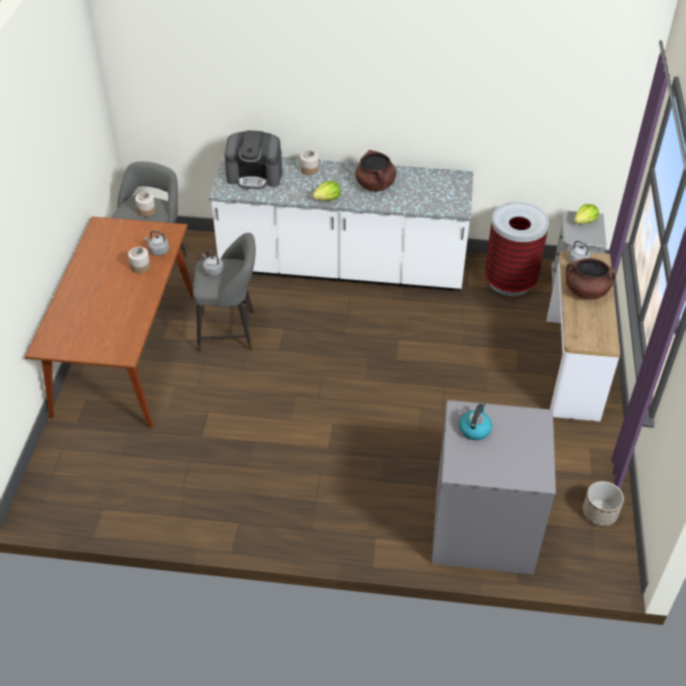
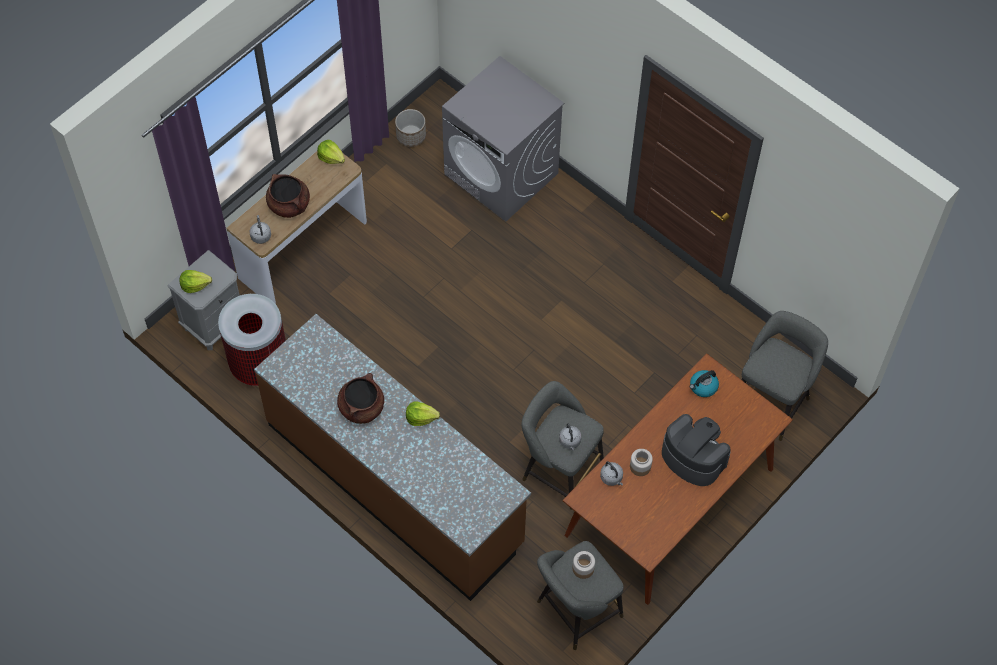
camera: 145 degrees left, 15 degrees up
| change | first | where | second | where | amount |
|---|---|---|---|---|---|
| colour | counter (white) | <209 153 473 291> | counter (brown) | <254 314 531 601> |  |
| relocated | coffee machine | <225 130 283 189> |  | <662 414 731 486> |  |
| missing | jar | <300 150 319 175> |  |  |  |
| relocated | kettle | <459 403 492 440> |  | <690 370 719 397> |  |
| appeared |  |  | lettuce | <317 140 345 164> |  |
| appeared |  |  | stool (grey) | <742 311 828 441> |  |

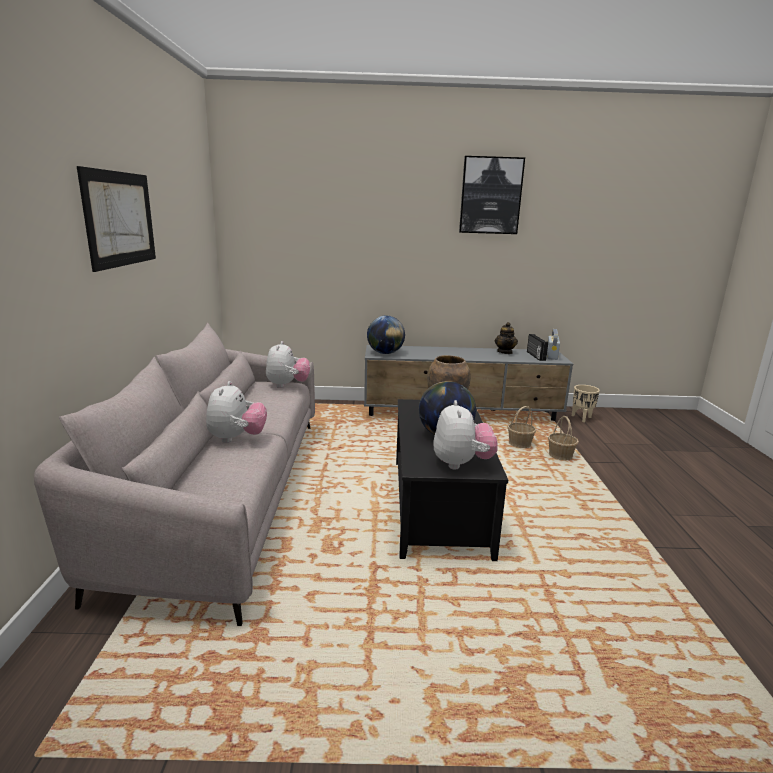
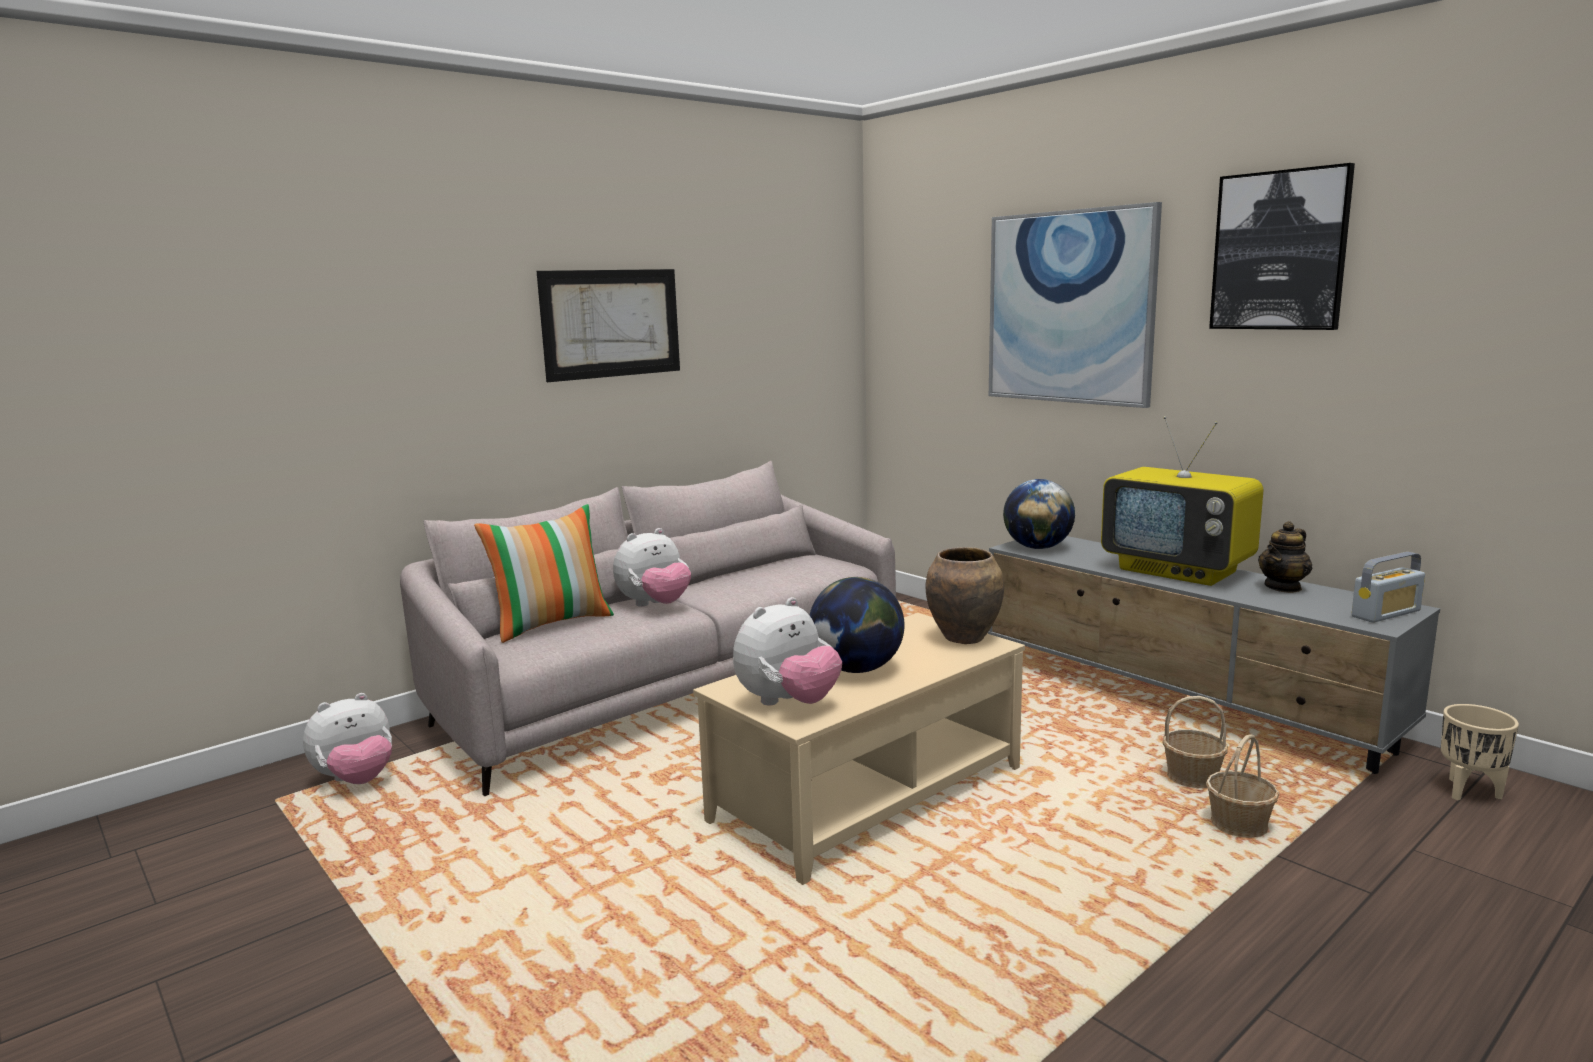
camera: 50 degrees right, 5 degrees down
| change | first | where | second | where | amount |
|---|---|---|---|---|---|
| relocated | plush toy | <266 341 310 388> |  | <303 693 392 784> |  |
| colour | coffee table (black) | <396 399 508 561> | coffee table (beige) | <693 613 1025 885> |  |
| missing | radio | <527 334 548 361> |  |  |  |
| appeared |  |  | pillow | <474 504 614 643> |  |
| appeared |  |  | picture | <989 202 1162 408> |  |
| appeared |  |  | television | <1101 416 1263 586> |  |

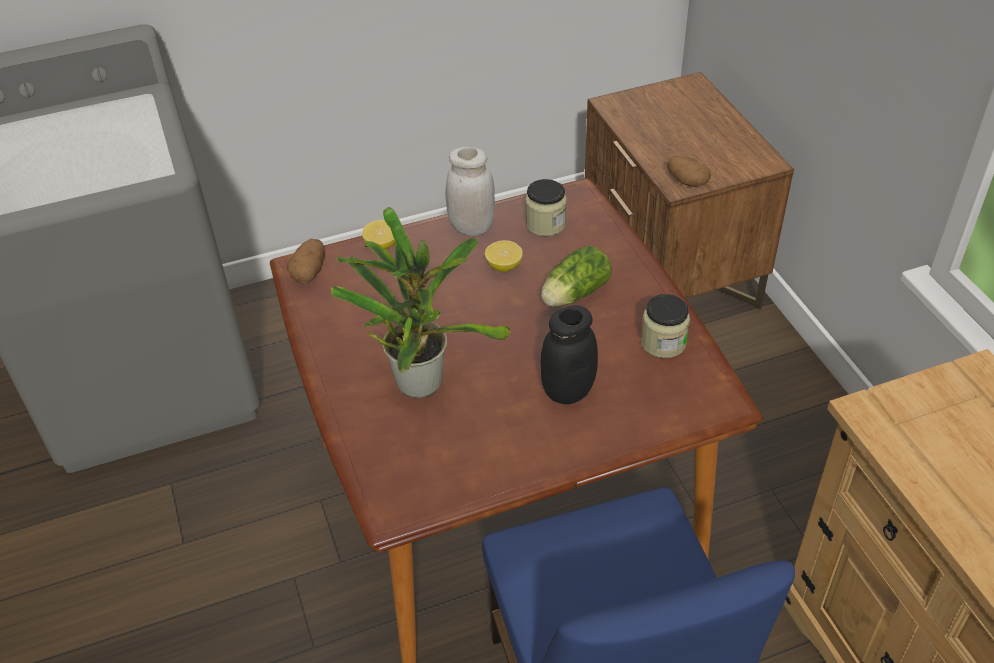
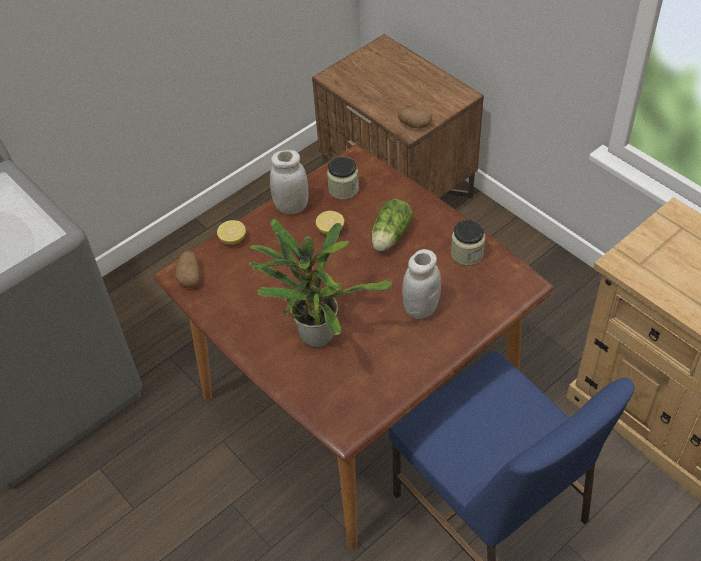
camera: 20 degrees left, 5 degrees up
| change | first | where | second | where | amount |
|---|---|---|---|---|---|
| colour | jar (black) | <540 305 598 404> | jar (white) | <402 249 441 319> |  |

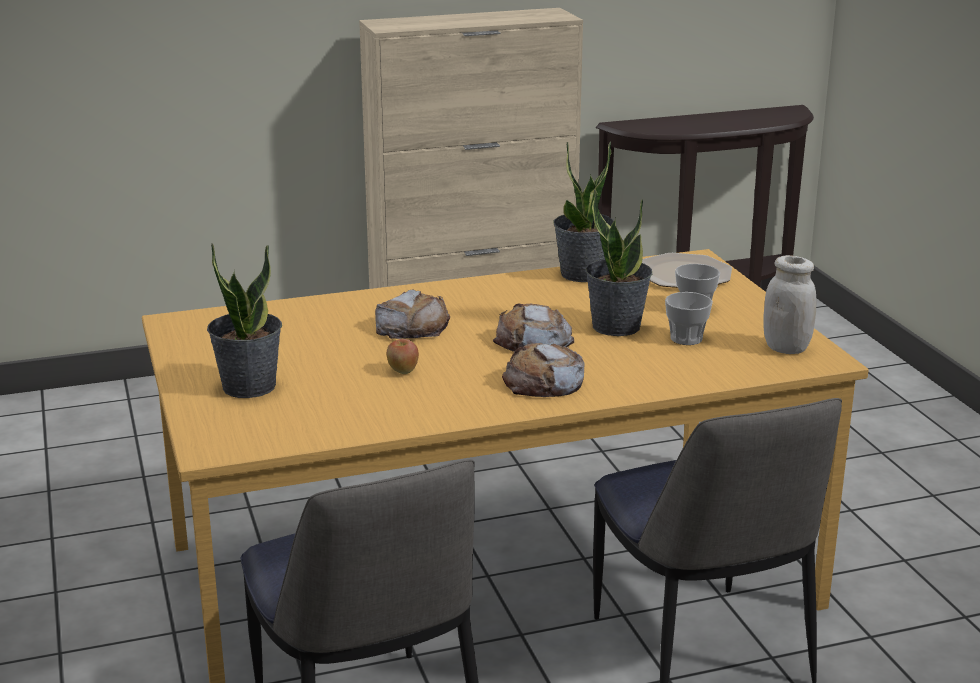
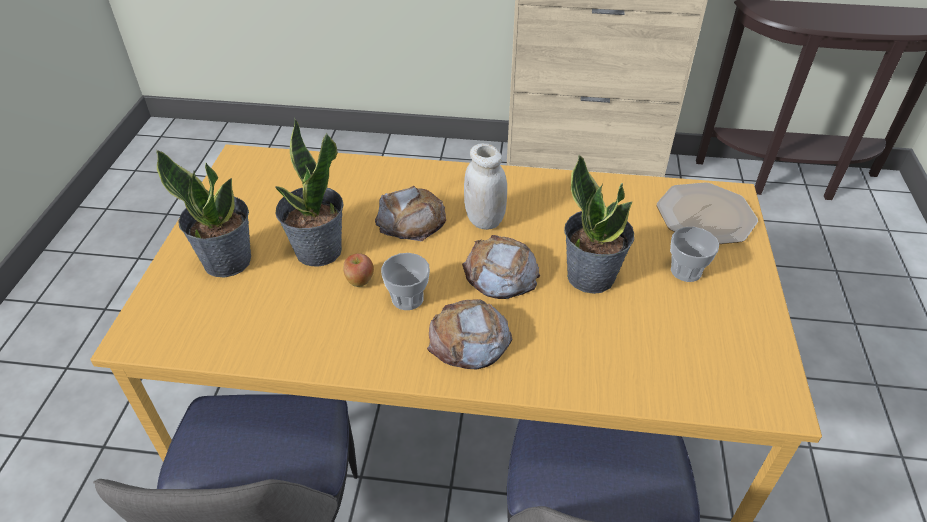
camera: 25 degrees right, 20 degrees up
| change | first | where | second | where | amount |
|---|---|---|---|---|---|
| relocated | potted plant | <553 141 614 282> |  | <275 119 344 266> |  |
| relocated | cup | <665 292 713 345> |  | <381 253 430 310> |  |
| relocated | jar (white) | <763 255 816 354> |  | <464 143 507 230> |  |

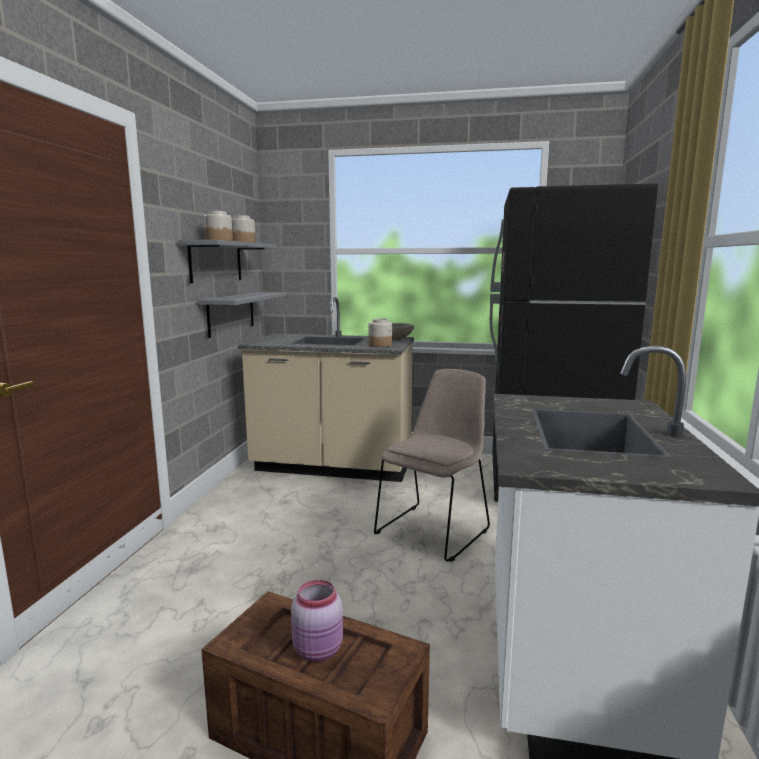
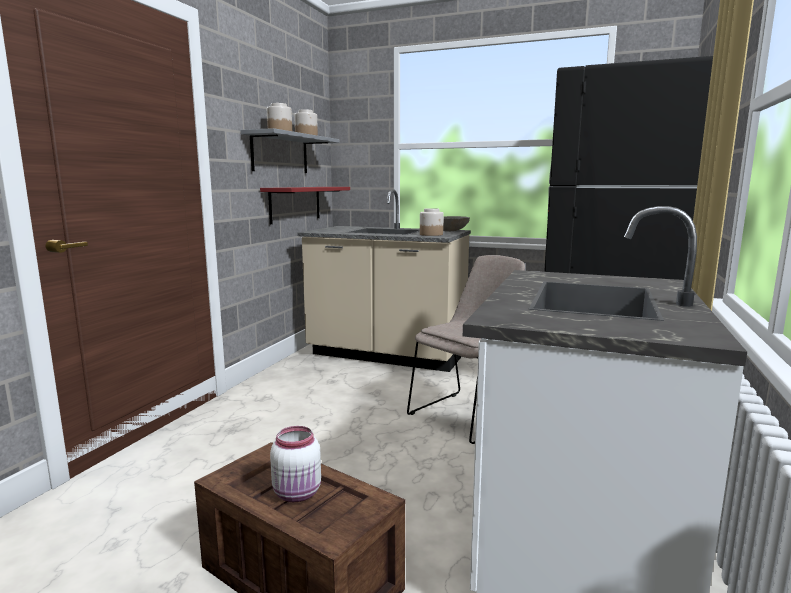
camera: 10 degrees right, 0 degrees up
| change | first | where | second | where | amount |
|---|---|---|---|---|---|
| colour | shelf (grey) | <198 293 286 338> | shelf (red) | <260 187 350 224> |  |
| colour | jar (pink) | <291 580 343 662> | jar (white) | <270 426 321 502> |  |

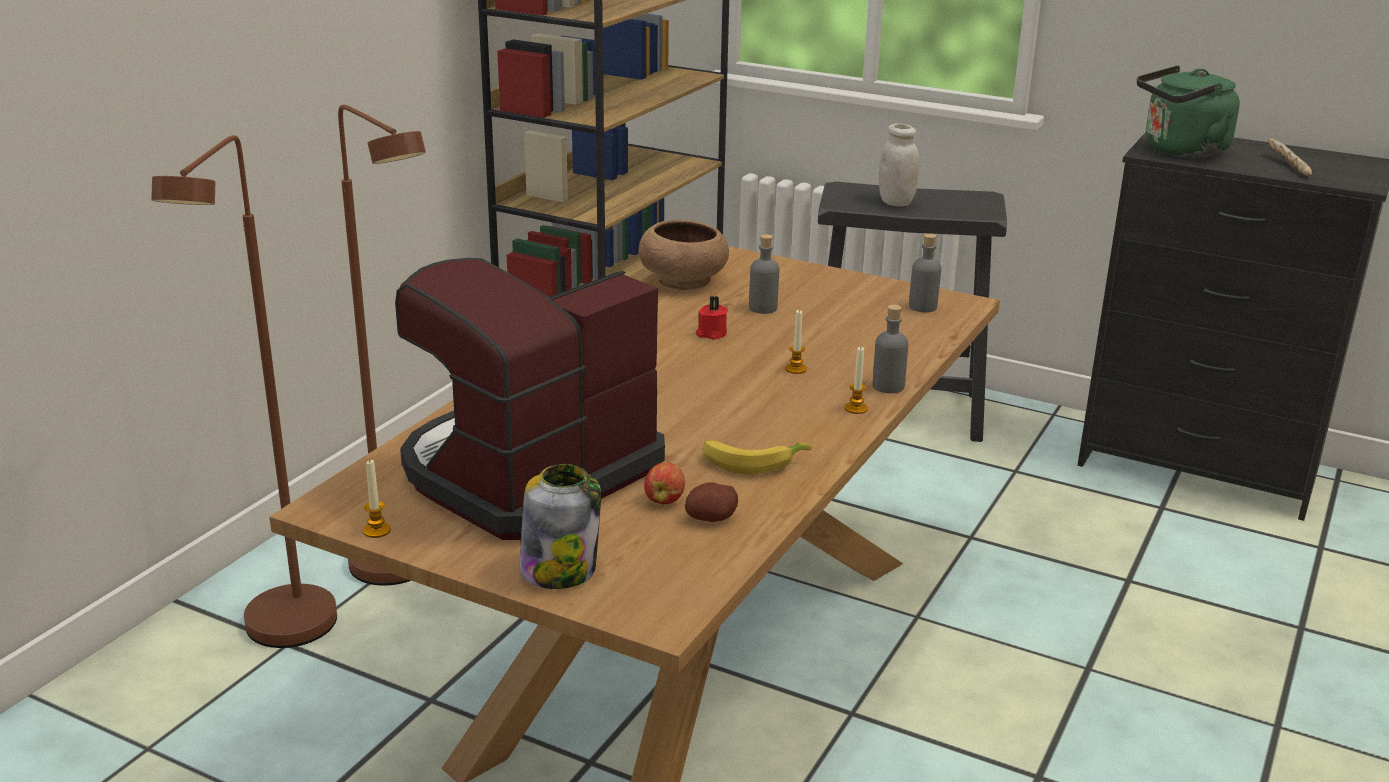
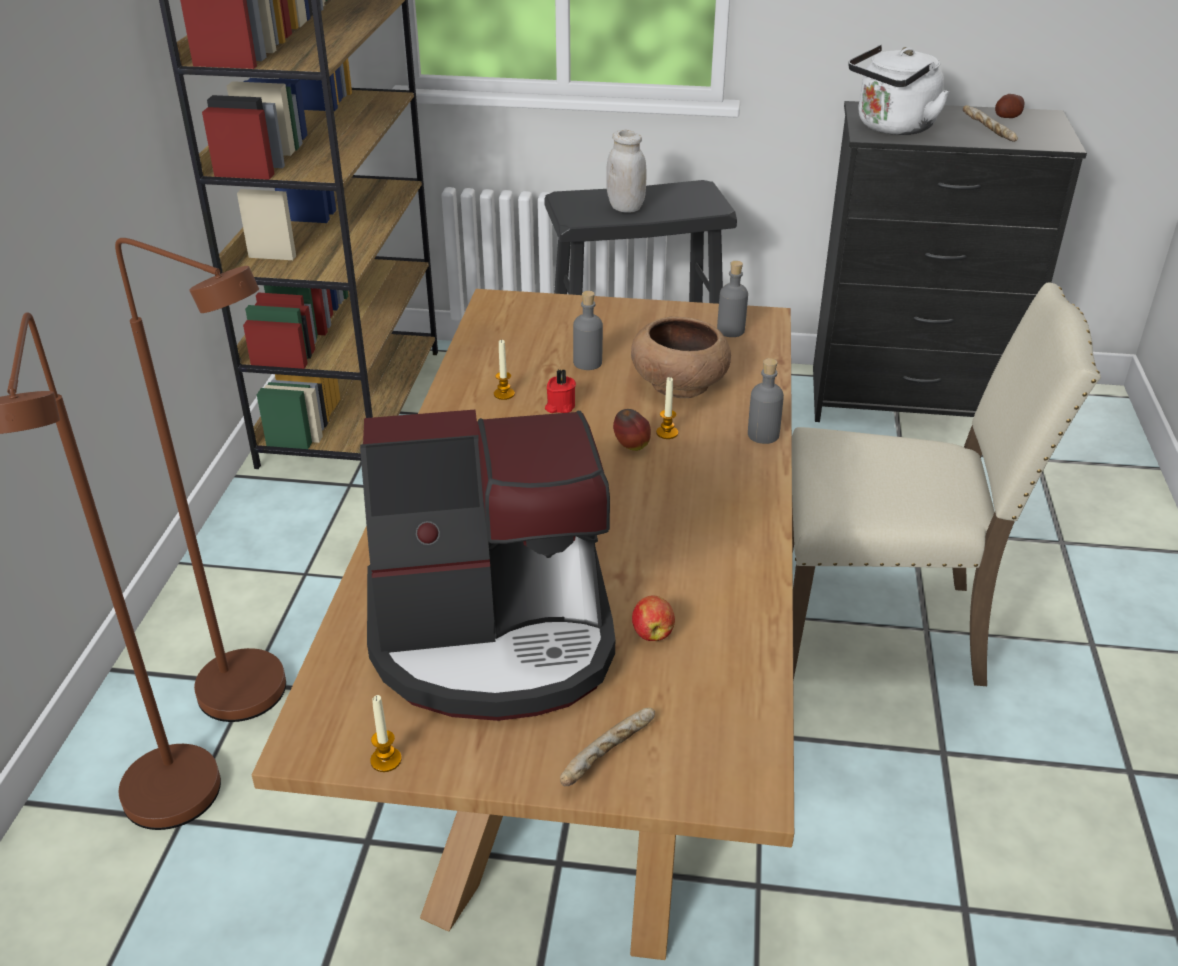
camera: 20 degrees left, 10 degrees up
| change | first | where | second | where | amount |
|---|---|---|---|---|---|
| spun | coffee machine | <395 258 665 540> |  | <360 410 615 721> | 120 degrees counterclockwise |
| exchanged | jar | <519 464 601 589> | bread | <560 708 655 786> |  |
| relocated | bowl (brown) | <639 220 729 290> |  | <631 317 731 398> |  |
| relocated | potato | <685 482 738 522> |  | <995 94 1024 118> |  |
| missing | banana | <702 440 812 474> |  |  |  |
| relocated | candle | <845 347 868 414> |  | <494 339 515 400> |  |
| colour | kettle (green) | <1137 65 1240 158> | kettle (white) | <848 45 949 135> |  |
| appeared |  |  | apple | <613 409 651 451> |  |
| appeared |  |  | chair (beige) | <792 283 1101 686> |  |

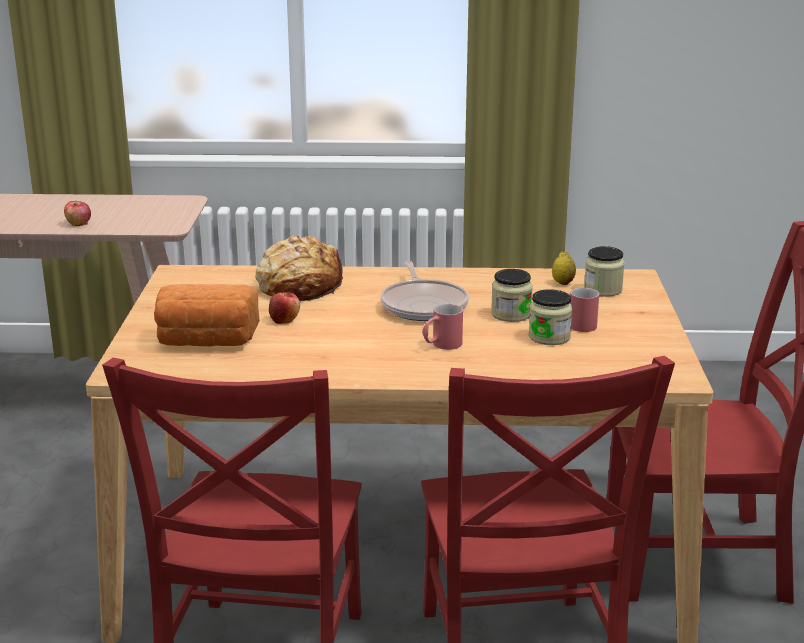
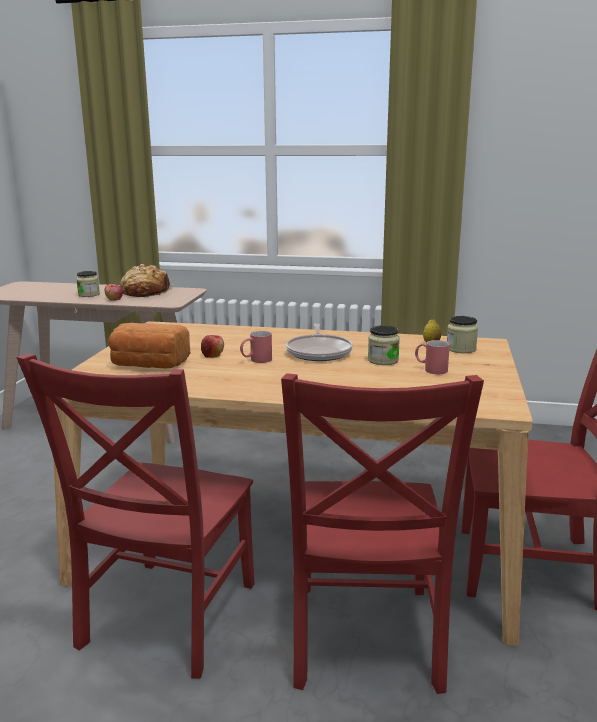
camera: 10 degrees right, 5 degrees down
| change | first | where | second | where | amount |
|---|---|---|---|---|---|
| relocated | bread | <255 235 343 301> |  | <120 264 174 297> |  |
| relocated | mug (red) | <422 304 463 350> |  | <240 331 272 363> |  |
| relocated | jar | <529 289 572 345> |  | <76 271 100 297> |  |

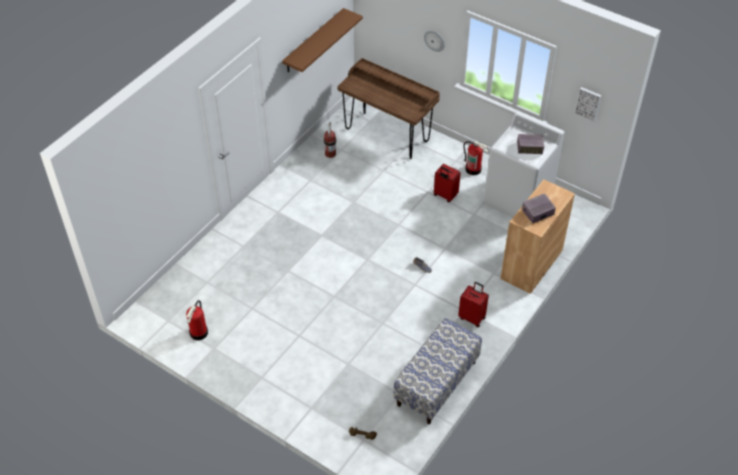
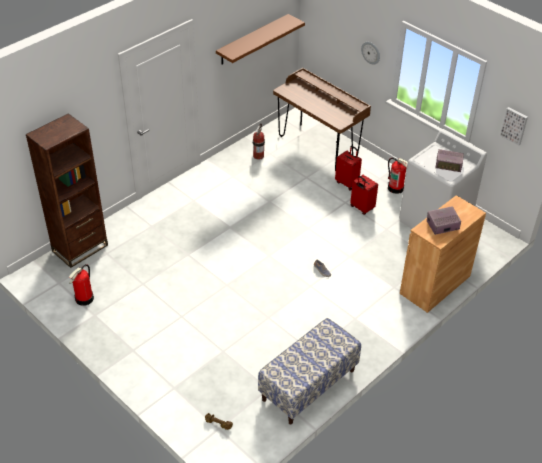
camera: 10 degrees right, 5 degrees down
| change | first | where | second | where | amount |
|---|---|---|---|---|---|
| relocated | suitcase (red) | <458 282 489 328> |  | <335 146 362 191> |  |
| appeared |  |  | bookcase (brown) | <26 113 108 268> |  |

